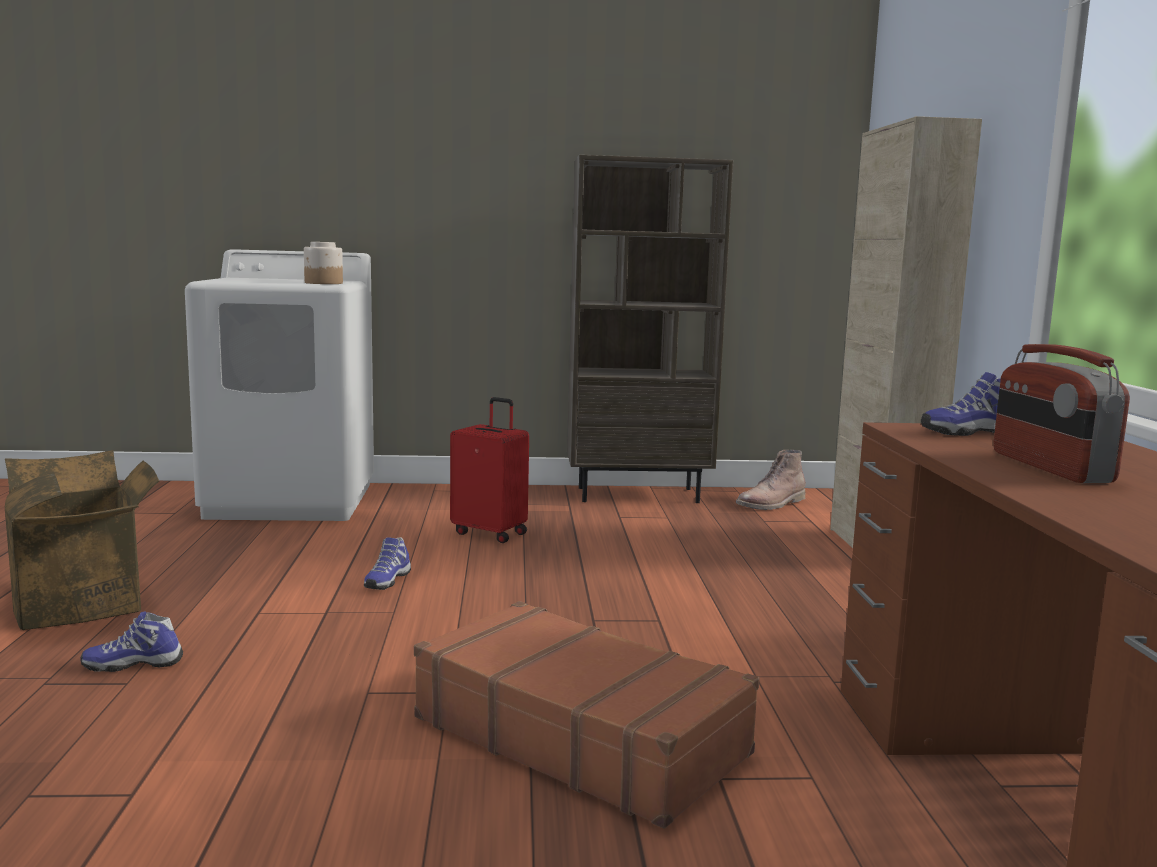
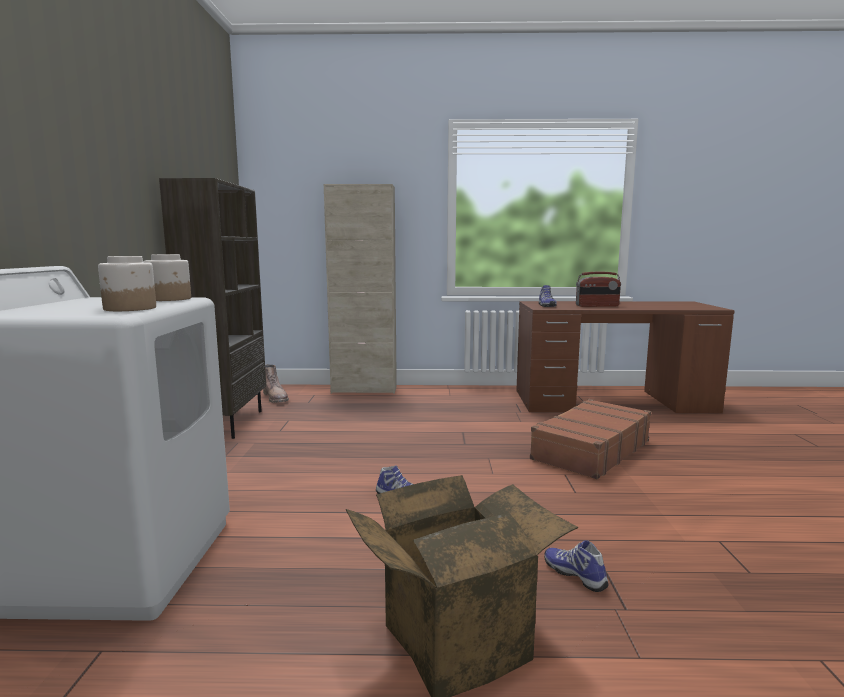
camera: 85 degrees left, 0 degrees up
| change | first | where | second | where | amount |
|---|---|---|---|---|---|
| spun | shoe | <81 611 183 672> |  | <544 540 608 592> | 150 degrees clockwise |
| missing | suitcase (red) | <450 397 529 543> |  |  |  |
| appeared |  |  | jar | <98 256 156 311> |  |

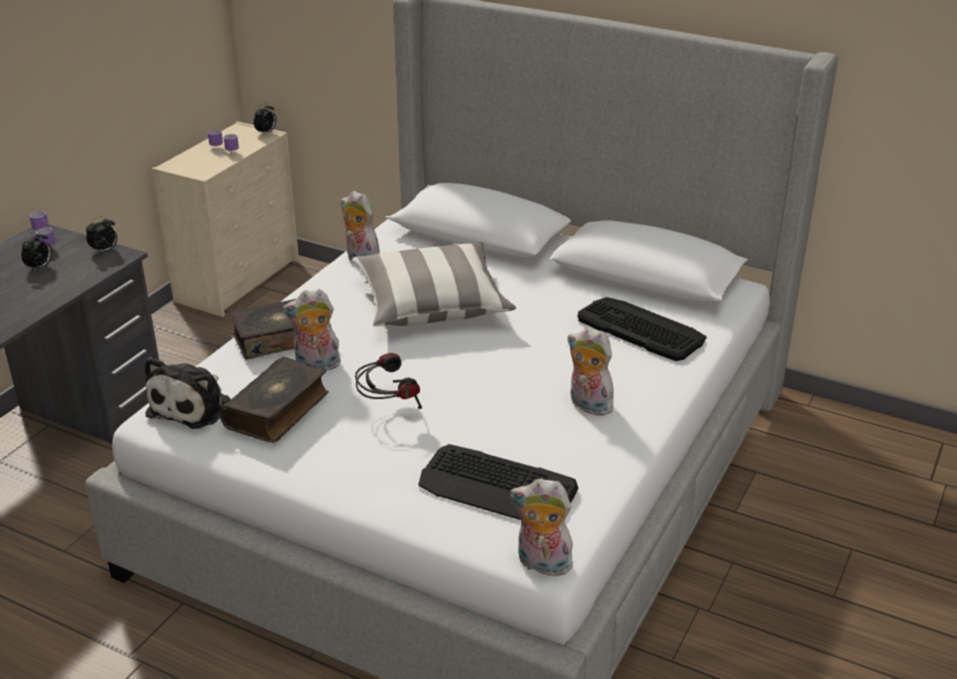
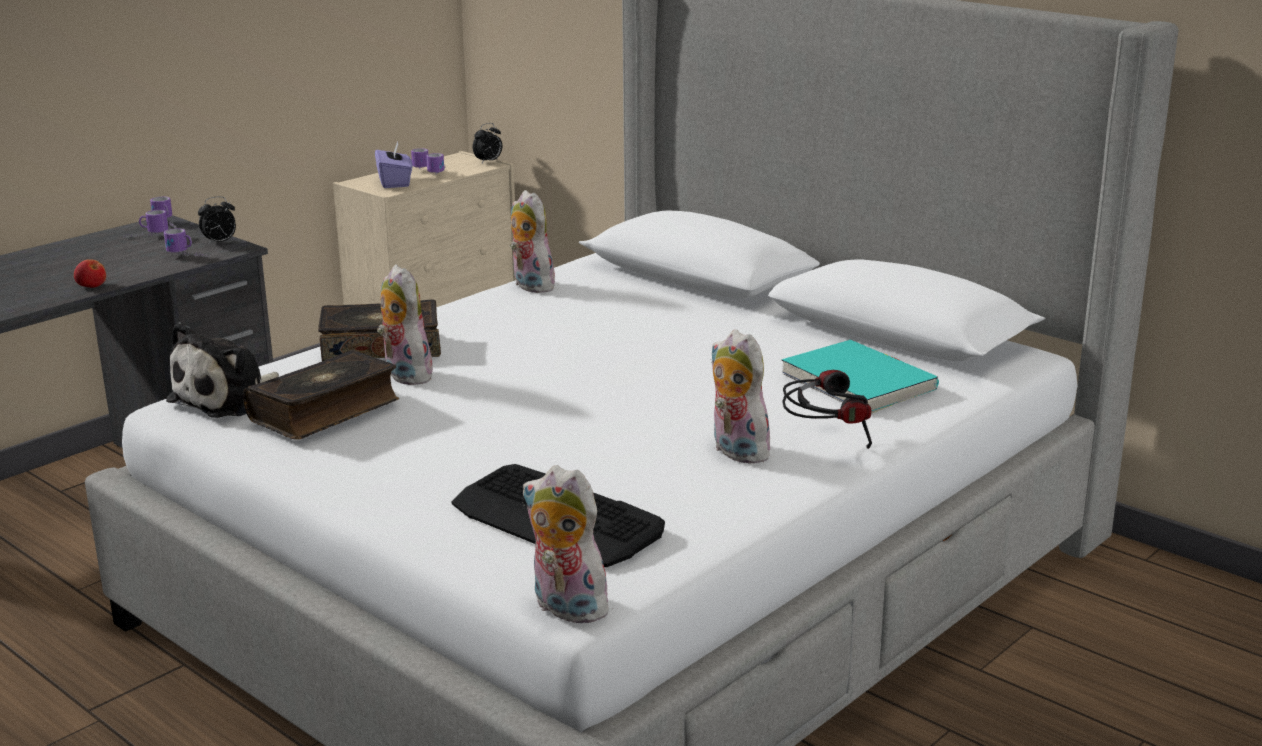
camera: 15 degrees right, 10 degrees down
| change | first | where | second | where | amount |
|---|---|---|---|---|---|
| missing | alarm clock | <21 231 52 272> |  |  |  |
| spun | plush toy | <282 289 342 370> |  | <377 265 433 385> | 45 degrees clockwise |
| missing | pillow | <352 242 516 326> |  |  |  |
| relocated | headphones | <355 353 422 409> |  | <782 370 872 449> |  |
| exchanged | keyboard | <577 297 707 361> | book (turquoise) | <782 340 939 414> |  |
| appeared |  |  | apple | <74 259 106 288> |  |
| appeared |  |  | mug | <164 228 210 258> |  |
| appeared |  |  | tissue box (purple) | <375 141 413 188> |  |

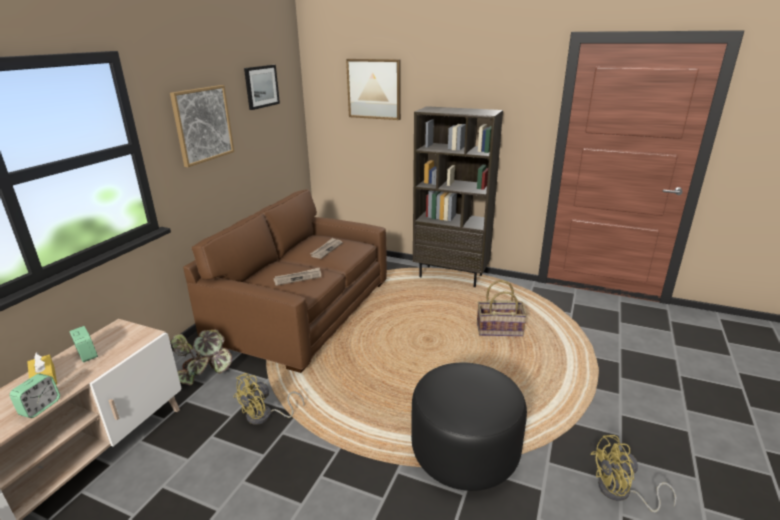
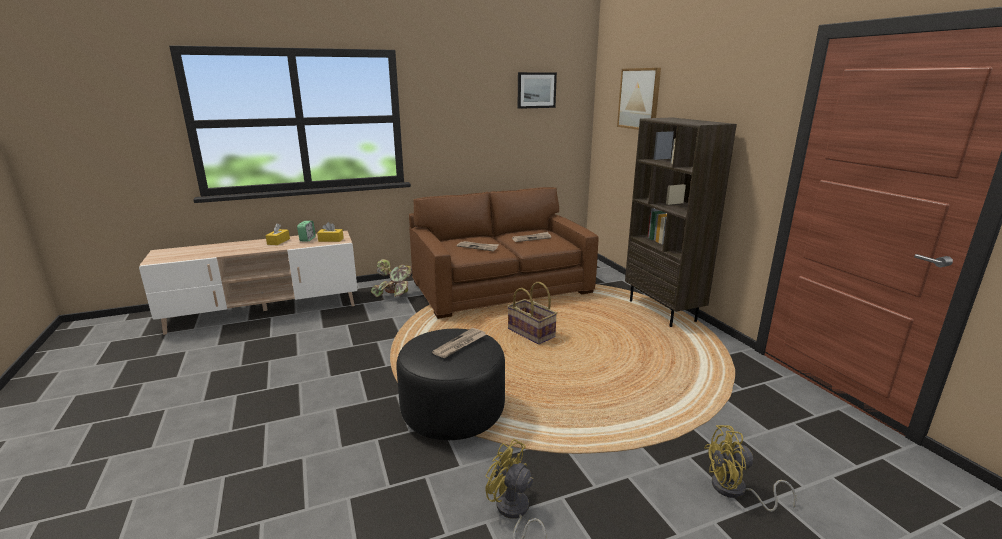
camera: 45 degrees right, 5 degrees down
| change | first | where | second | where | amount |
|---|---|---|---|---|---|
| missing | alarm clock | <9 374 60 418> |  |  |  |
| missing | picture | <170 85 234 167> |  |  |  |
| relocated | fan (yellow) | <233 373 304 425> |  | <704 425 797 512> |  |
| relocated | basket | <477 280 527 336> |  | <507 282 557 344> |  |
| appeared |  |  | tissue box (yellow) | <317 222 344 242> |  |
| appeared |  |  | newspaper | <432 328 487 358> |  |

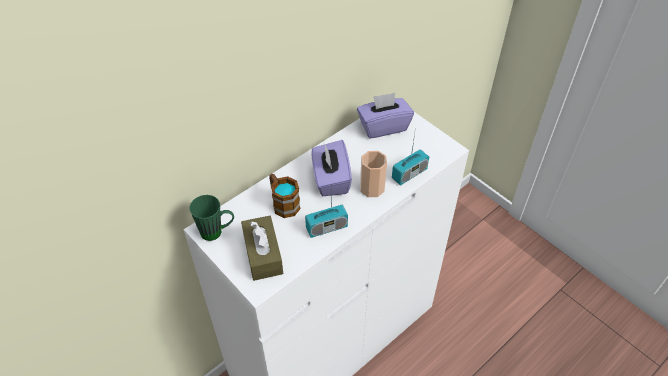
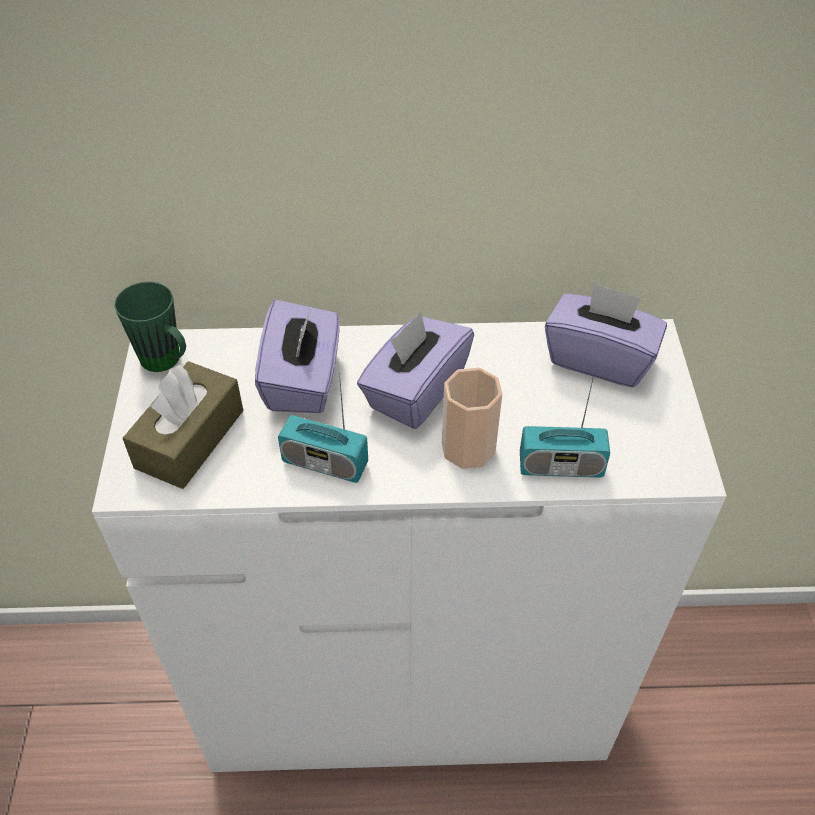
camera: 40 degrees right, 0 degrees up
| change | first | where | second | where | amount |
|---|---|---|---|---|---|
| exchanged | mug | <269 174 300 218> | tissue box (purple) | <255 300 340 413> |  |

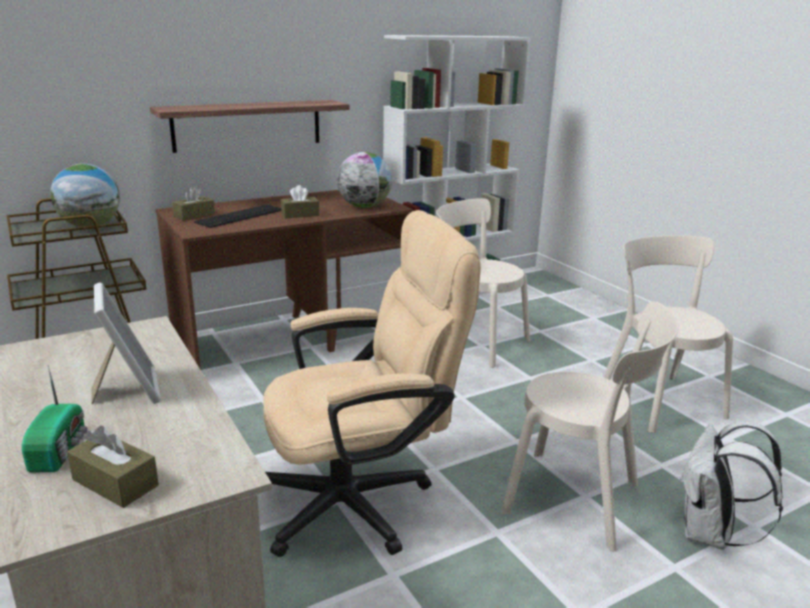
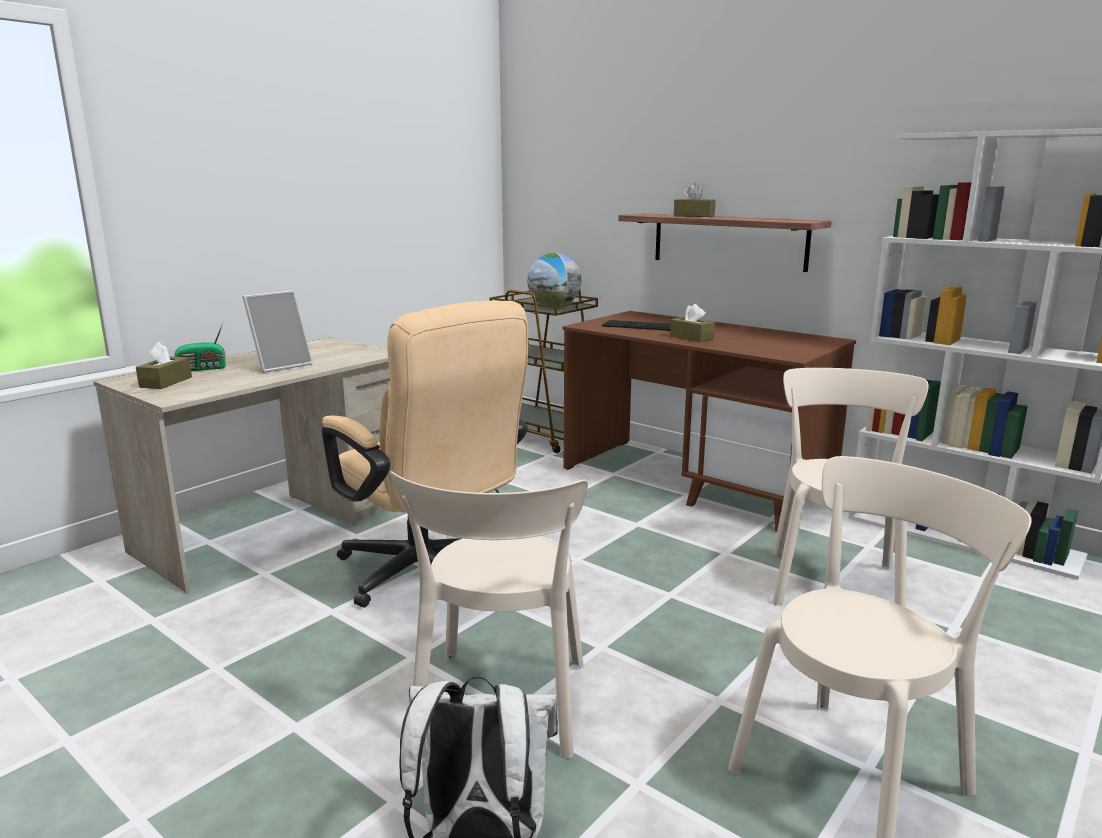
camera: 70 degrees right, 5 degrees down
| change | first | where | second | where | amount |
|---|---|---|---|---|---|
| relocated | tissue box (brown) | <172 186 215 221> |  | <674 183 716 217> |  |
| missing | globe | <337 152 392 208> |  |  |  |

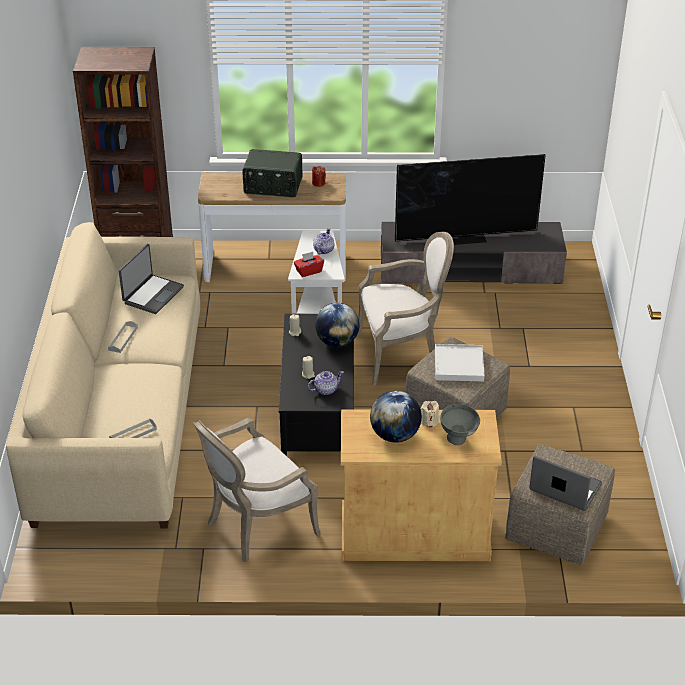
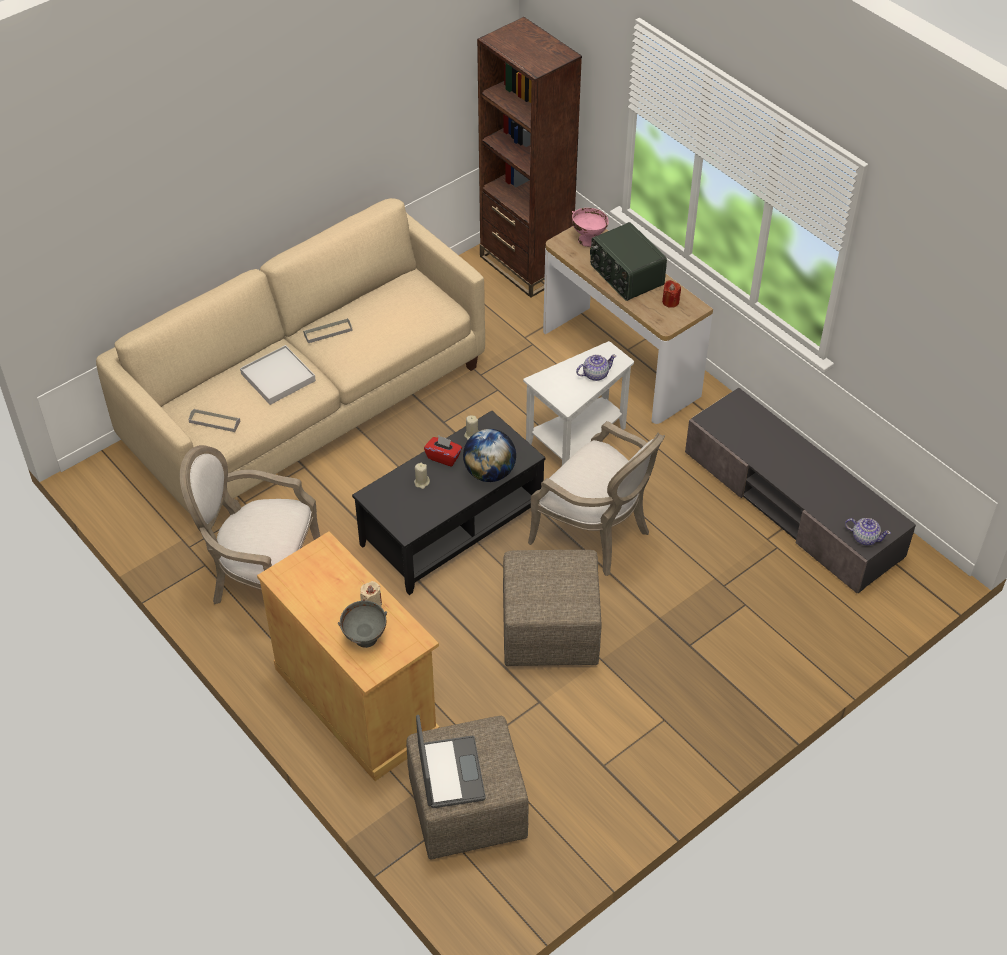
camera: 50 degrees right, 10 degrees up
| change | first | where | second | where | amount |
|---|---|---|---|---|---|
| missing | laptop | <119 244 184 314> |  |  |  |
| relocated | tissue box (red) | <294 252 324 277> |  | <424 435 462 467> |  |
| relocated | teapot | <308 371 344 395> |  | <845 518 891 545> |  |
| missing | globe | <370 391 422 443> |  |  |  |
| missing | television | <395 154 546 245> |  |  |  |
| relocated | tray (white) | <435 344 484 381> |  | <240 345 316 405> |  |
| appeared |  |  | bowl (pink) | <572 208 609 247> |  |

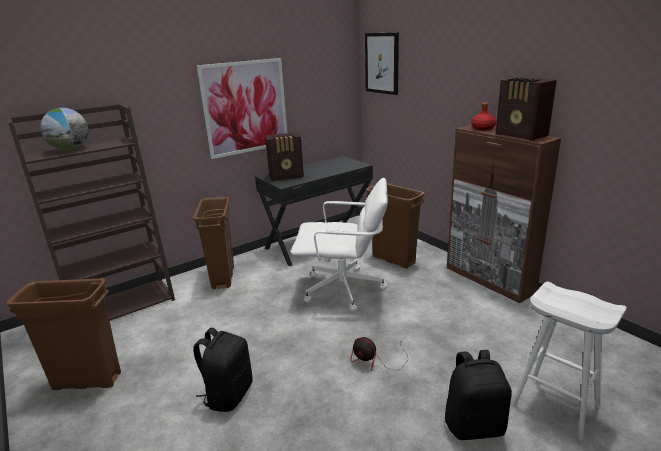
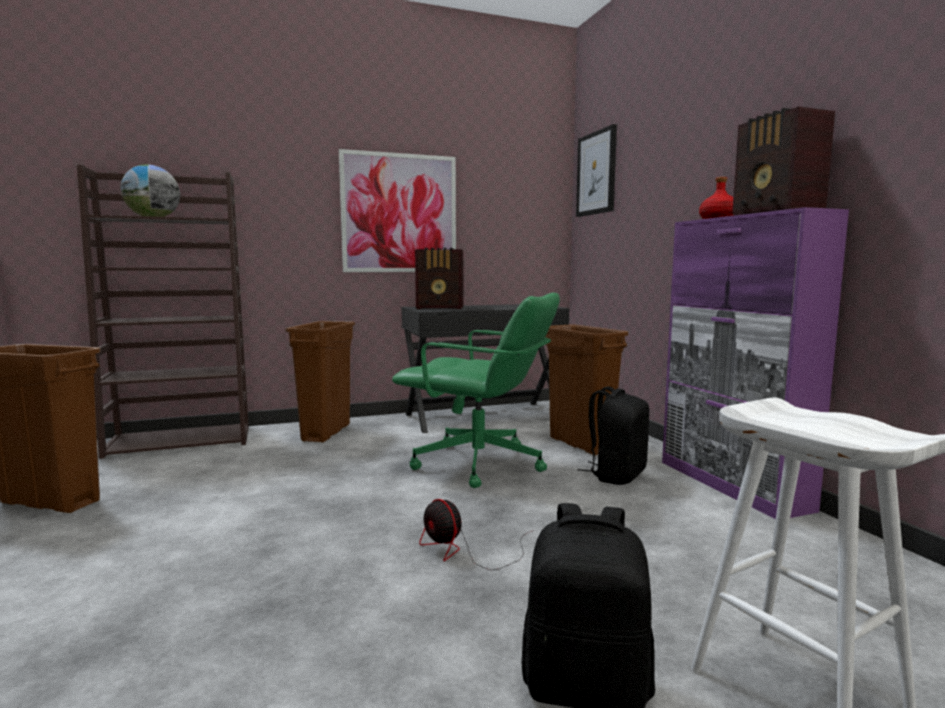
camera: 15 degrees right, 15 degrees down
| change | first | where | second | where | amount |
|---|---|---|---|---|---|
| relocated | backpack (black) | <193 328 253 412> |  | <578 386 649 485> |  |
| colour | office chair (white) | <291 178 388 312> | office chair (green) | <392 293 560 488> |  |
| colour | cabinet (brown) | <447 125 561 303> | cabinet (purple) | <662 207 849 519> |  |

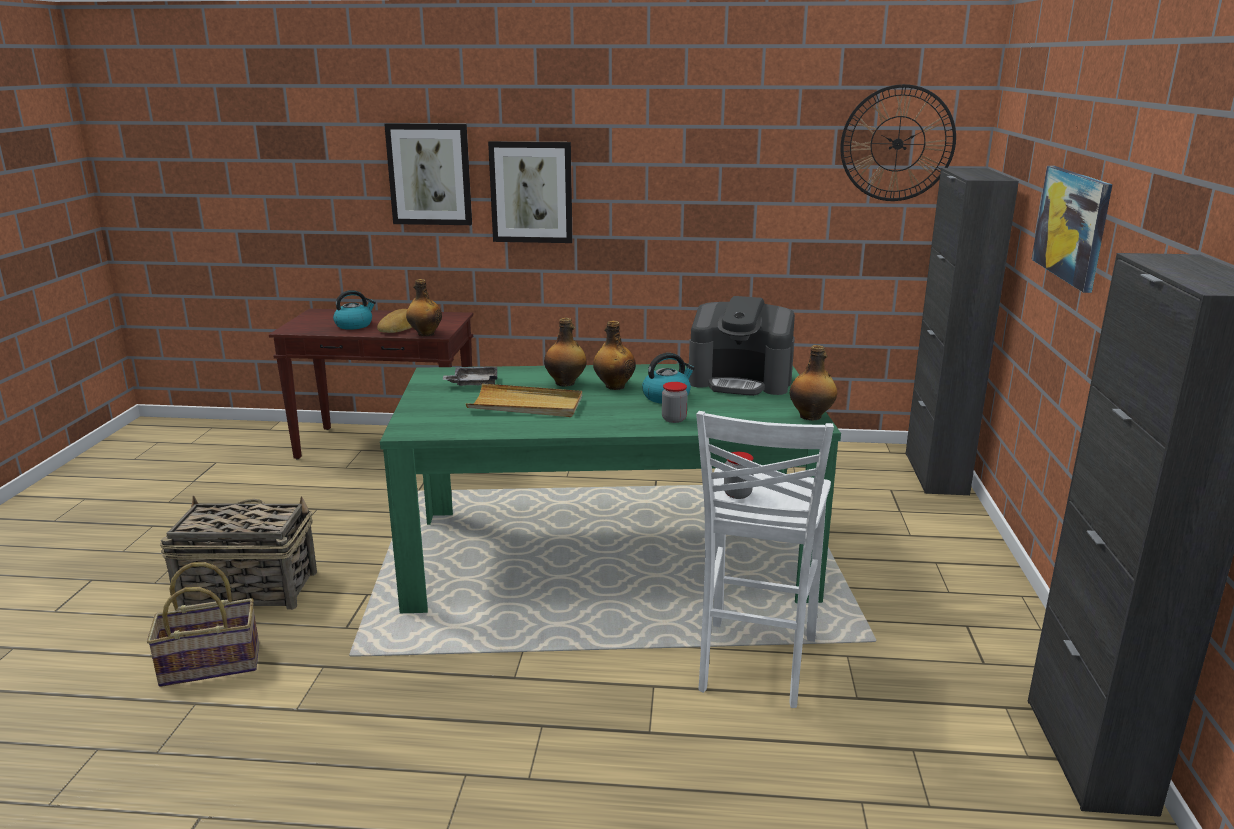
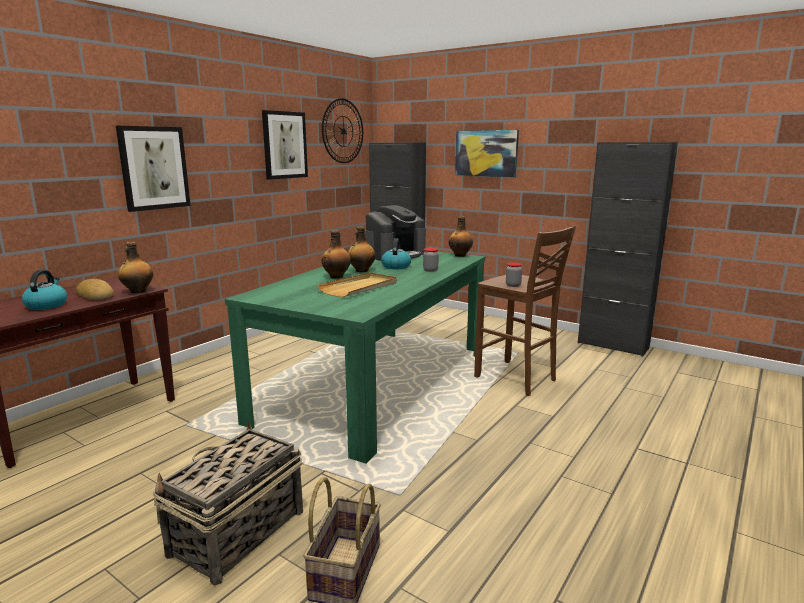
camera: 60 degrees left, 5 degrees down
| change | first | where | second | where | amount |
|---|---|---|---|---|---|
| relocated | picture | <384 123 472 225> |  | <262 110 308 180> |  |
| missing | tray (grey) | <443 367 497 386> |  |  |  |
| colour | stool (white) | <696 411 834 708> | stool (brown) | <474 225 576 396> |  |

